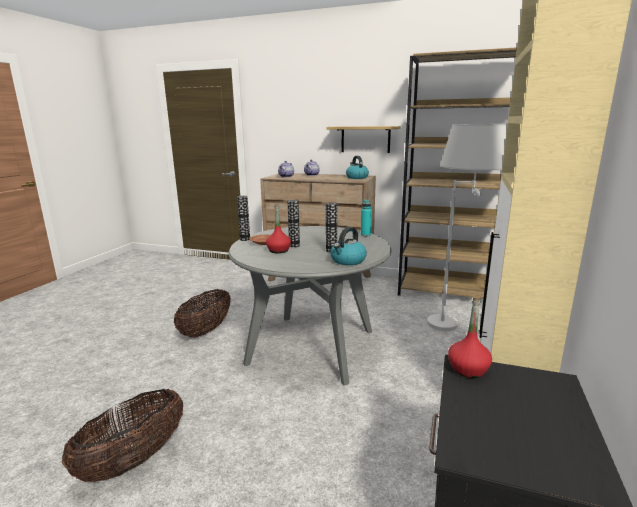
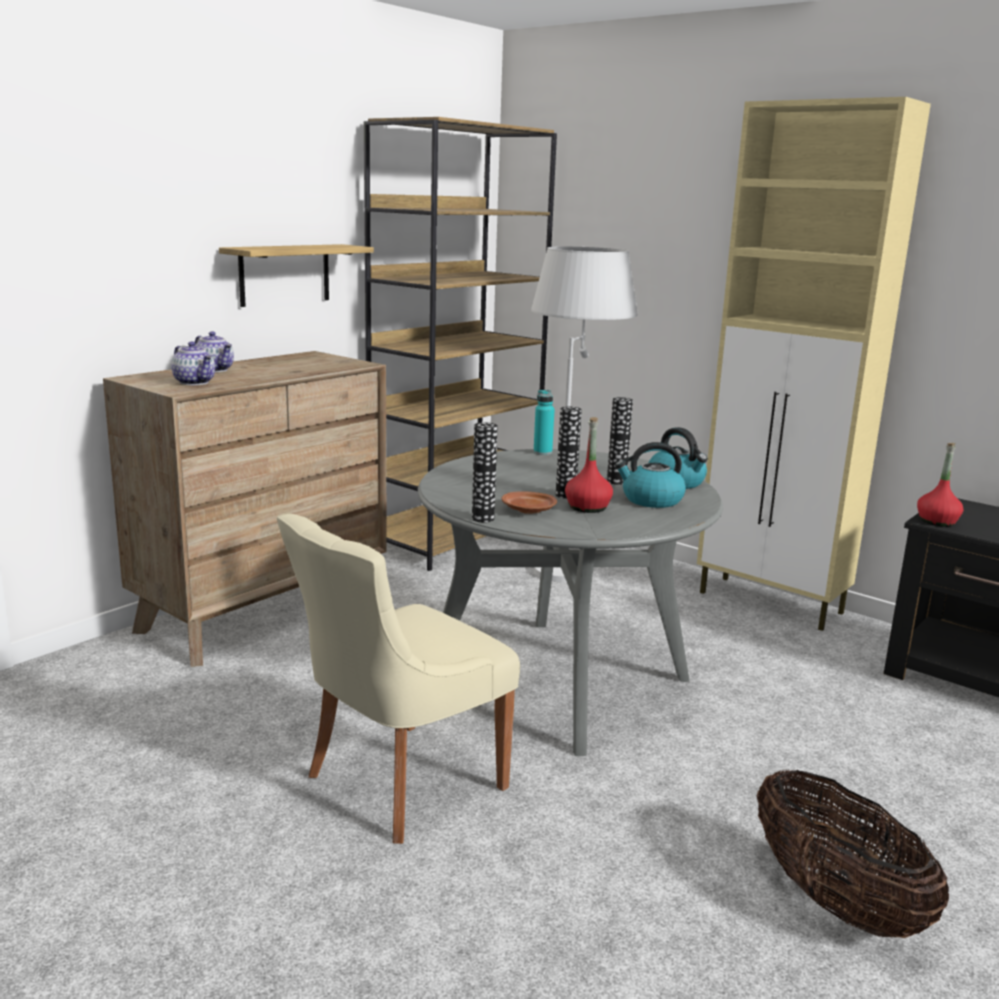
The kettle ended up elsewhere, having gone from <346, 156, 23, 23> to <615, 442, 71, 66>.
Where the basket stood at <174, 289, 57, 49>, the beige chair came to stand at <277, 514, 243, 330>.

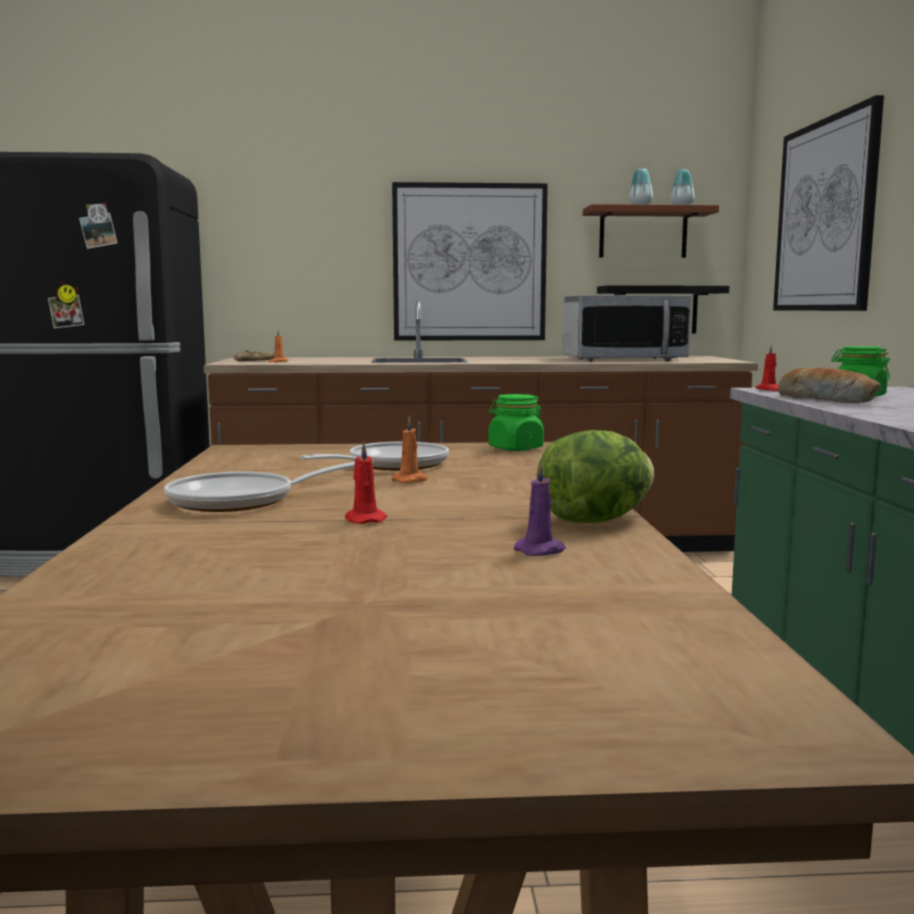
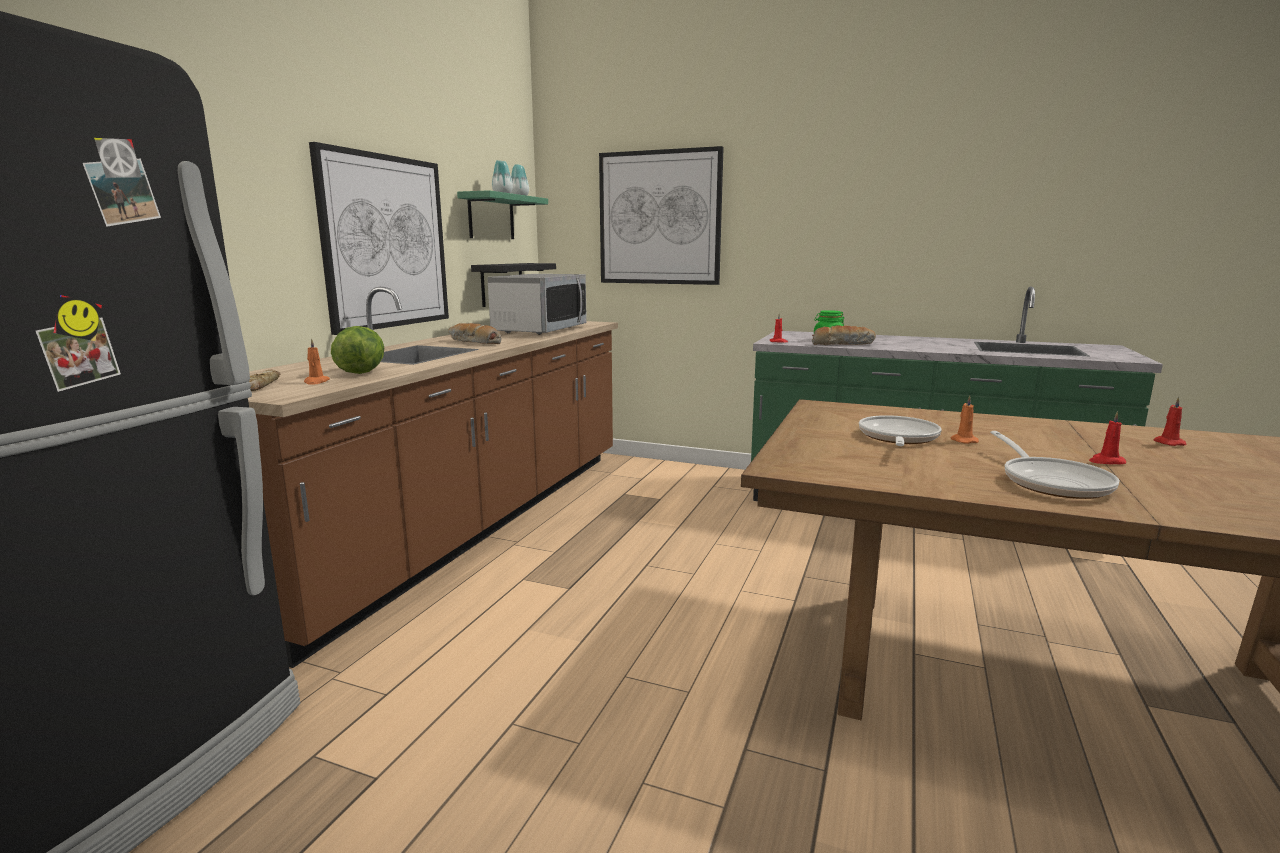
What was the brown shelf at <583, 204, 136, 54> turned into the green shelf at <457, 190, 91, 49>.
The second view lost the green jar at <488, 394, 56, 57>.
The lettuce ended up elsewhere, having gone from <537, 430, 118, 93> to <331, 326, 53, 48>.
The frying pan at <300, 441, 149, 30> ended up facing another way, 45 degrees clockwise from before.
What was the purple candle at <514, 462, 52, 94> turned into the red candle at <1154, 397, 33, 49>.
The second view gained the bread at <448, 323, 54, 21>.

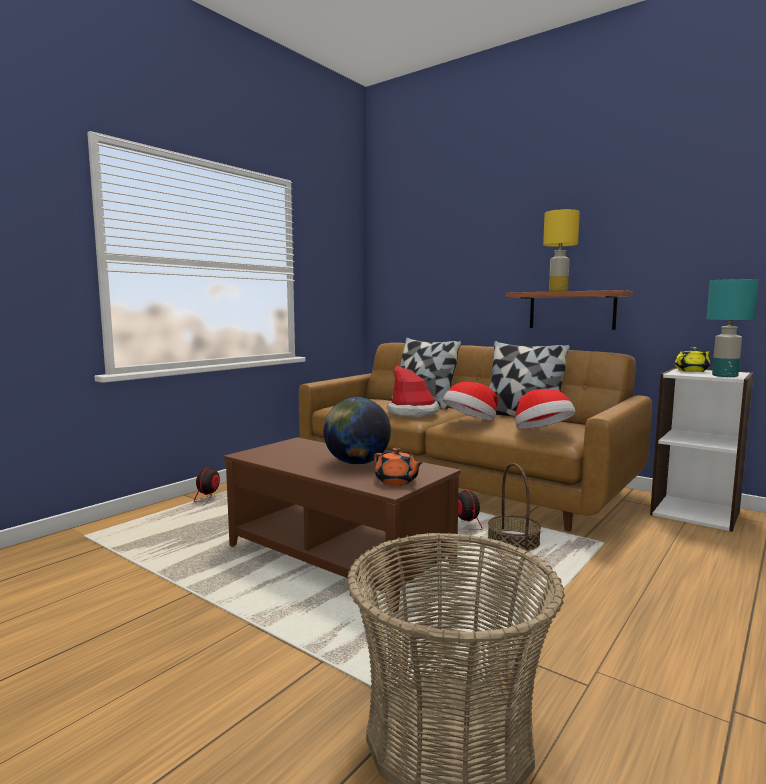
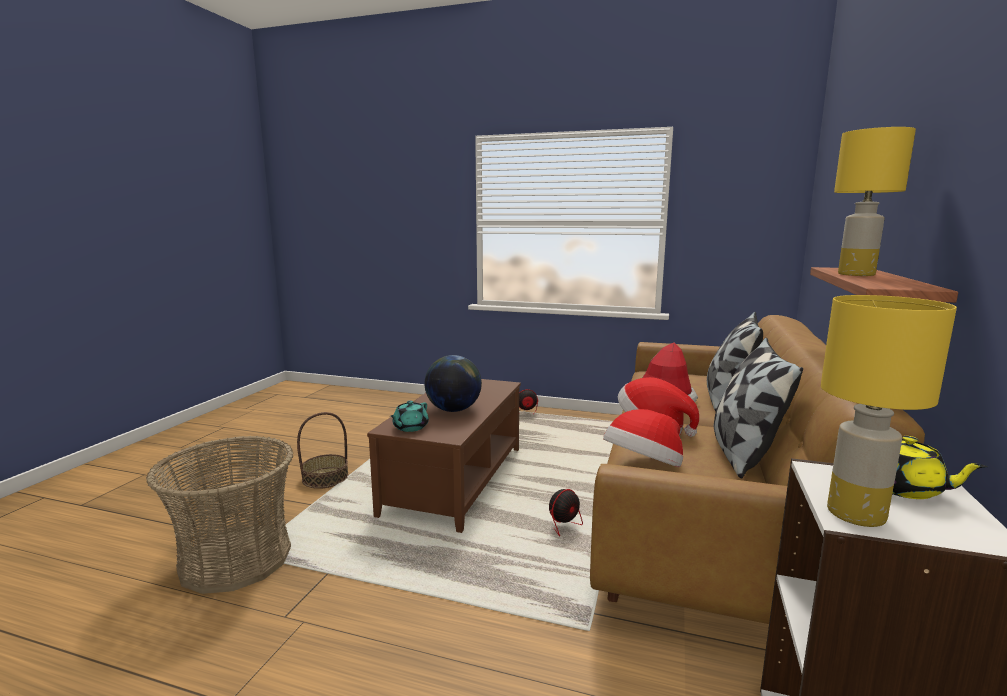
What was the turquoise table lamp at <707, 279, 52, 98> turned into the yellow table lamp at <821, 295, 136, 232>.
What was the orange teapot at <374, 448, 49, 37> turned into the turquoise teapot at <390, 401, 39, 31>.
The basket ended up elsewhere, having gone from <488, 463, 53, 88> to <297, 412, 52, 77>.

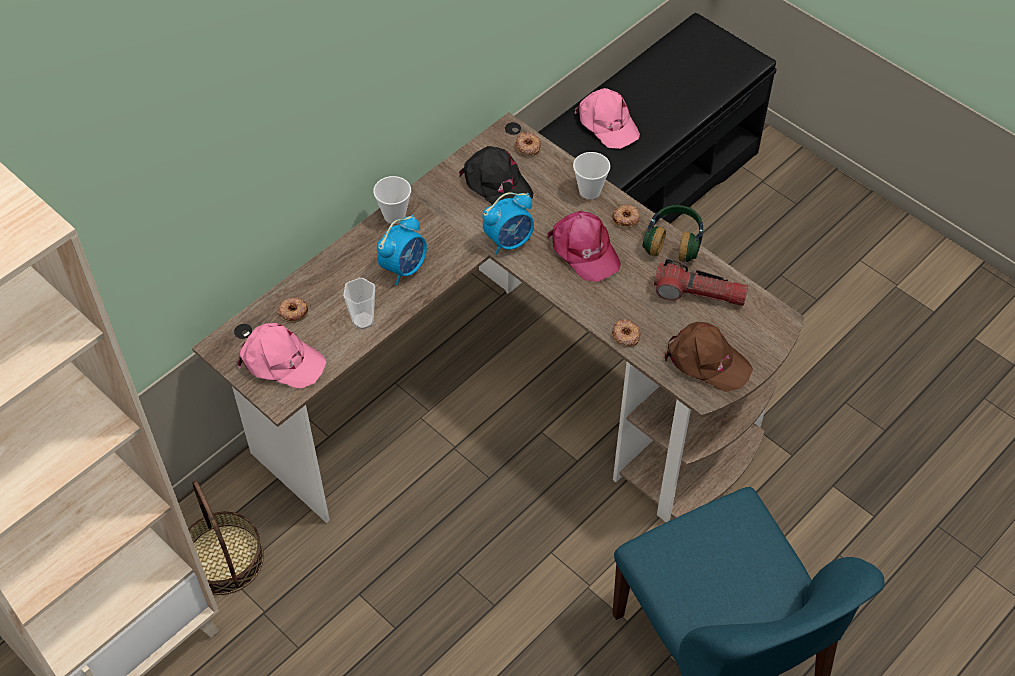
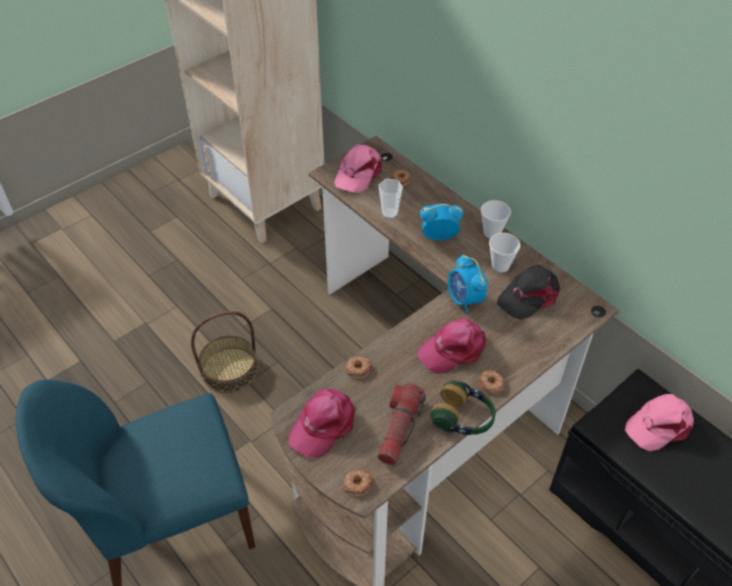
The donut ended up elsewhere, having gone from <515, 132, 26, 24> to <343, 469, 30, 27>.
The cup ended up elsewhere, having gone from <573, 152, 37, 47> to <489, 233, 32, 39>.
The alarm clock at <377, 215, 50, 70> ended up facing another way, 135 degrees clockwise from before.
What was the brown cap at <665, 322, 88, 70> turned into the pink cap at <289, 388, 66, 70>.
The basket ended up elsewhere, having gone from <188, 480, 76, 115> to <191, 311, 67, 82>.

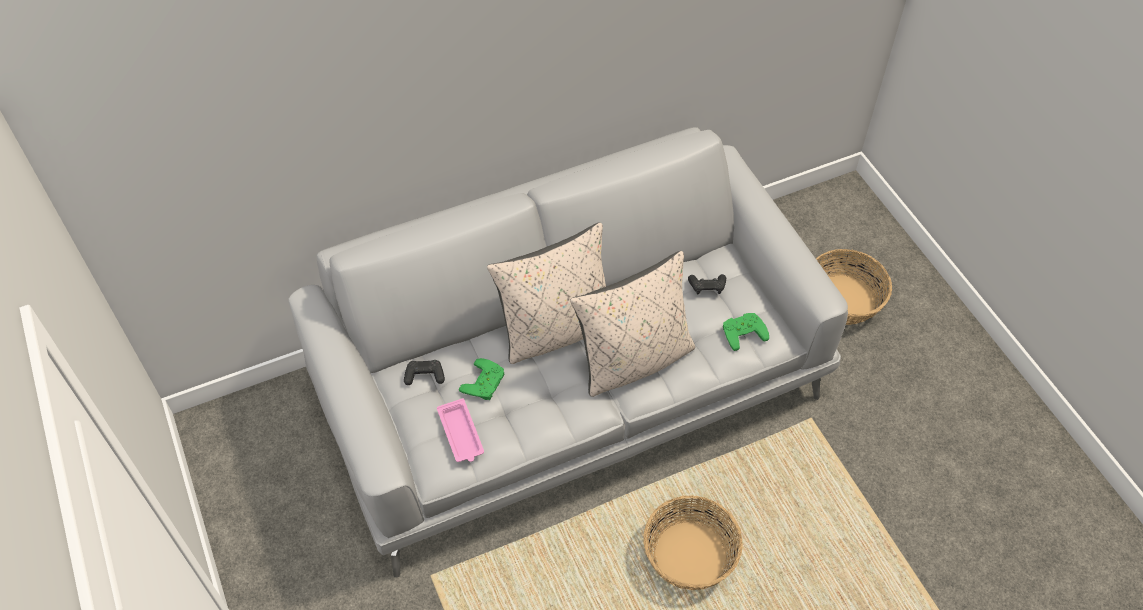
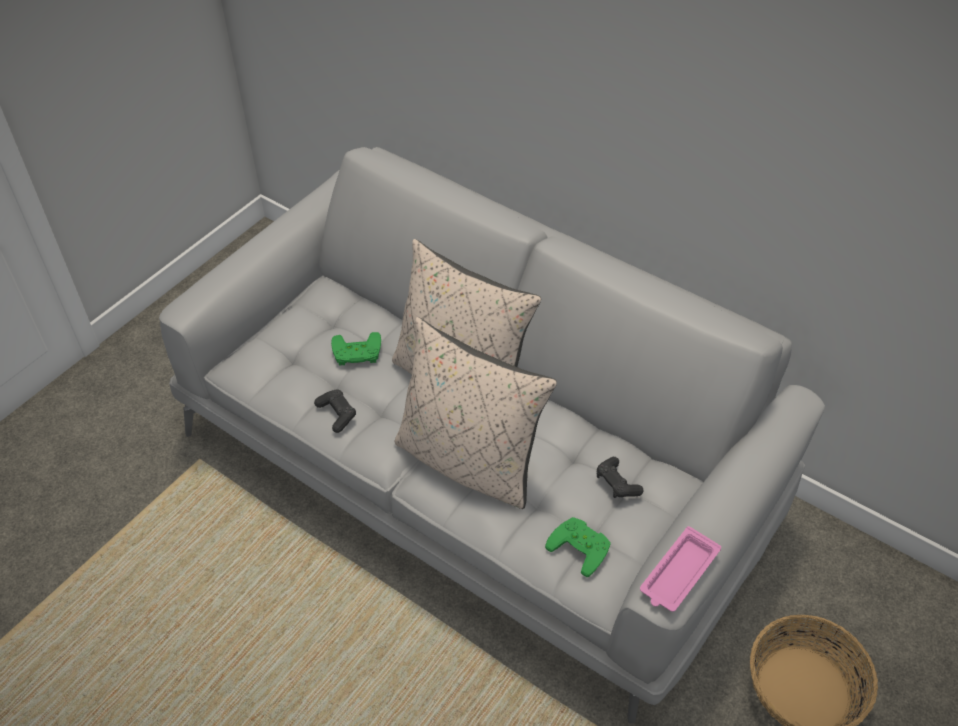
The black game controller ended up elsewhere, having gone from <404, 360, 41, 25> to <314, 389, 42, 44>.
The pink tray ended up elsewhere, having gone from <437, 398, 47, 64> to <640, 526, 81, 86>.
The second view lost the basket at <644, 496, 98, 94>.

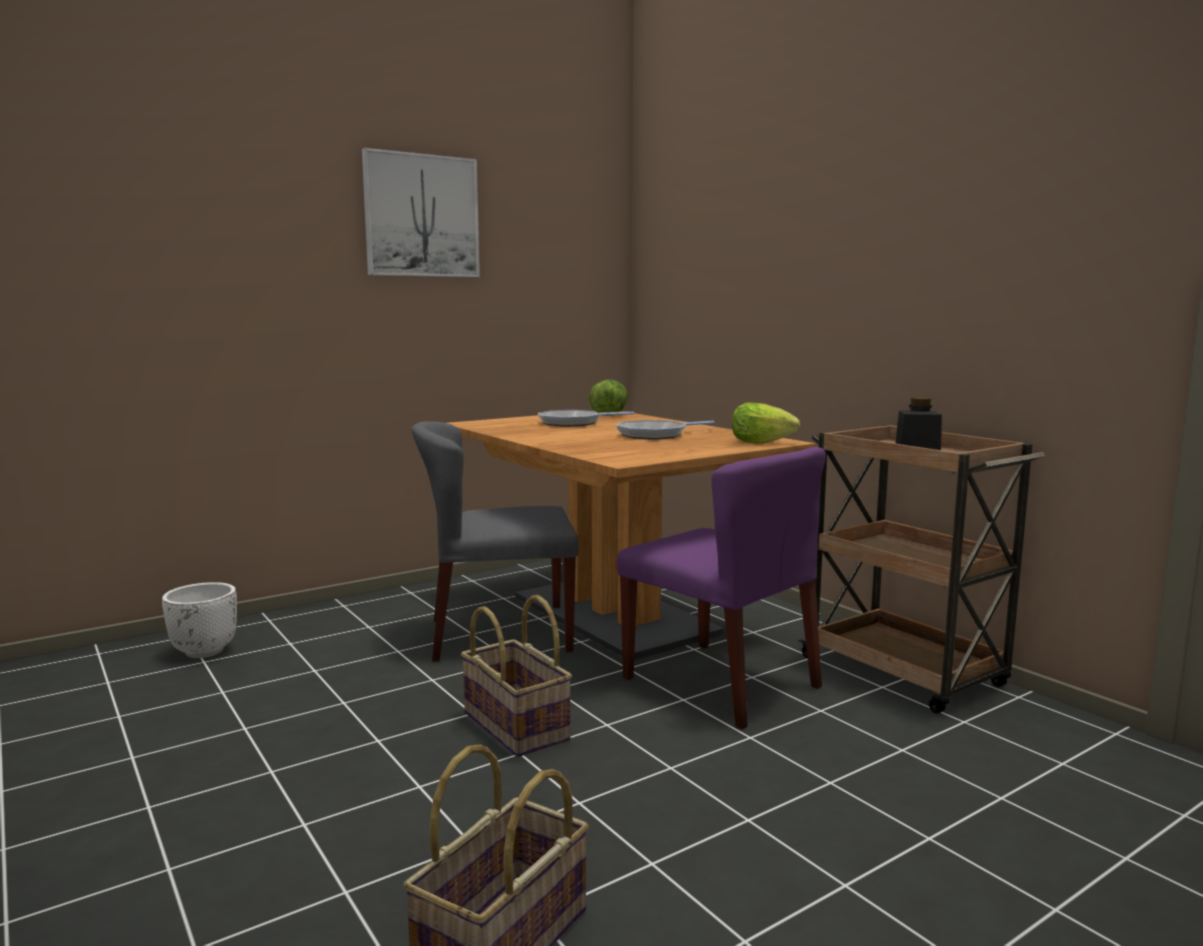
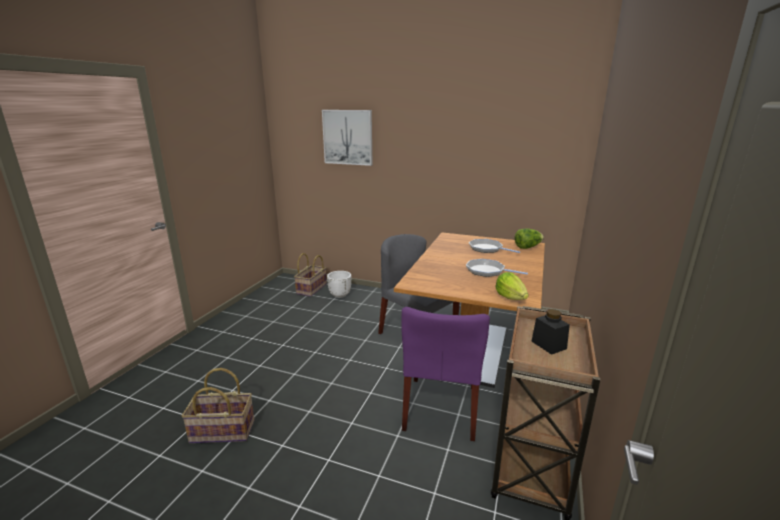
The picture ended up elsewhere, having gone from <362, 148, 118, 129> to <322, 110, 51, 56>.
The basket ended up elsewhere, having gone from <461, 595, 111, 162> to <294, 253, 33, 44>.

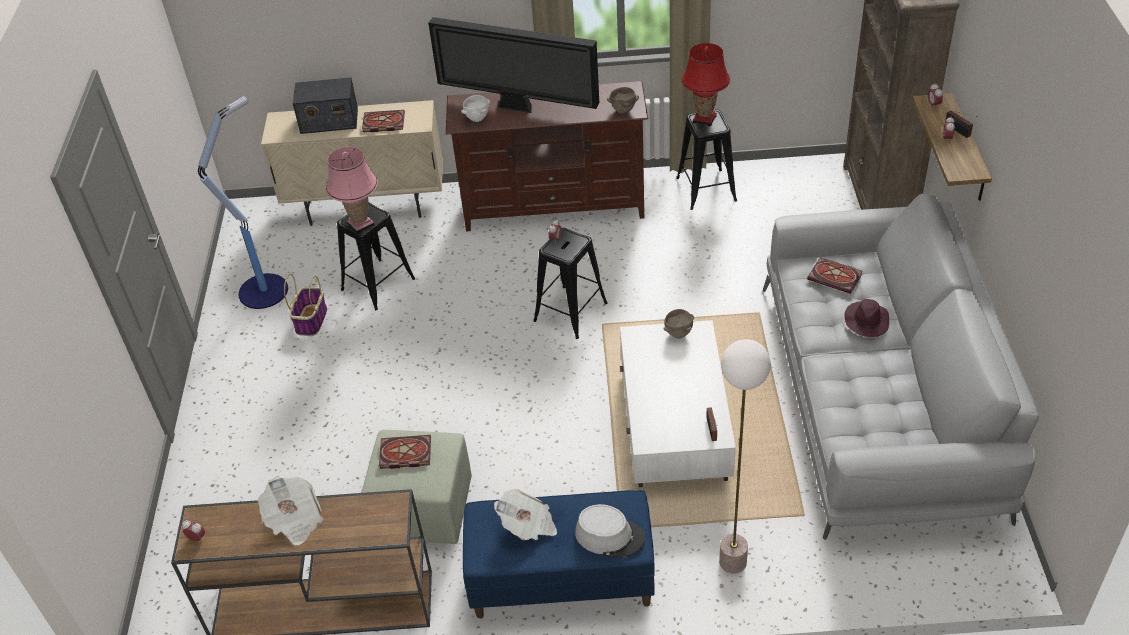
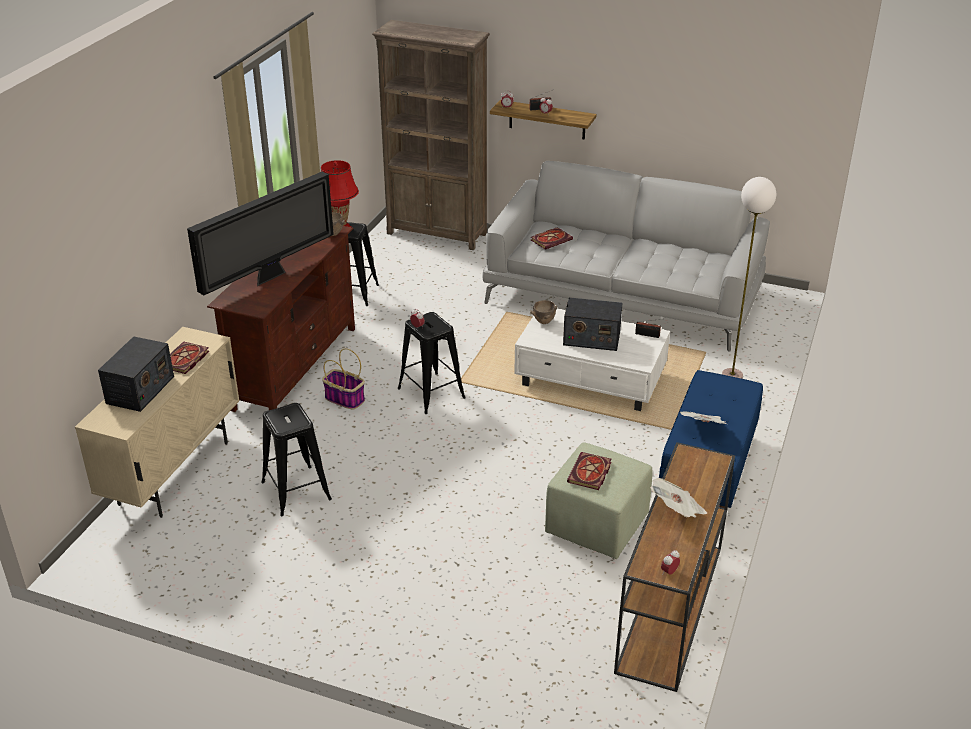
The second view lost the white bowl at <461, 95, 29, 27>.
The second view lost the floor lamp at <198, 96, 90, 213>.
The second view lost the pink table lamp at <326, 147, 52, 87>.
The basket ended up elsewhere, having gone from <284, 274, 43, 62> to <322, 348, 43, 62>.
The second view lost the purple hat at <844, 299, 45, 38>.
The second view lost the grey hat at <575, 504, 70, 54>.
The second view gained the radio at <563, 297, 59, 54>.

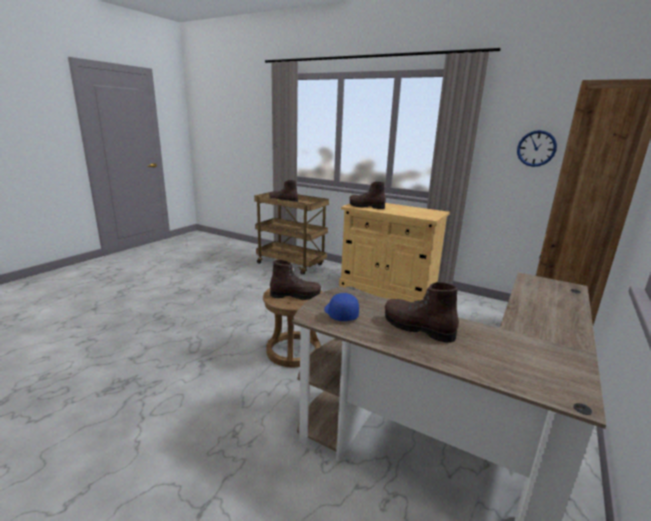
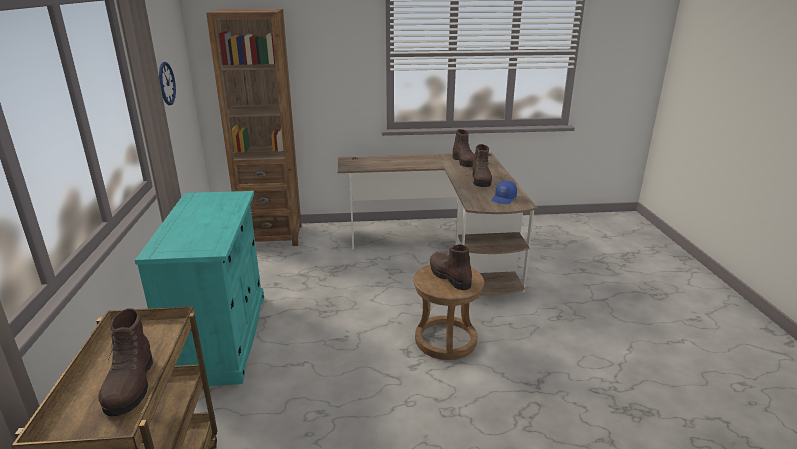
The brown boot ended up elsewhere, having gone from <349, 182, 37, 27> to <452, 129, 23, 38>.
What was the beige cabinet at <339, 203, 111, 99> turned into the turquoise cabinet at <135, 191, 129, 195>.

